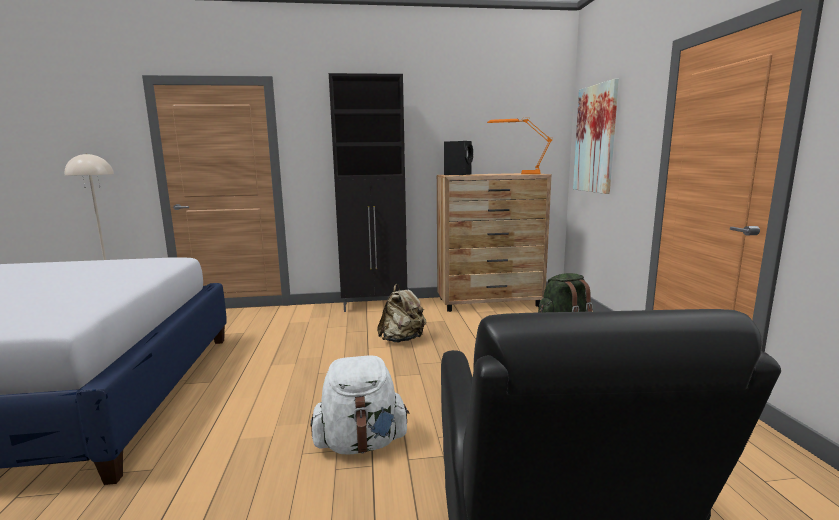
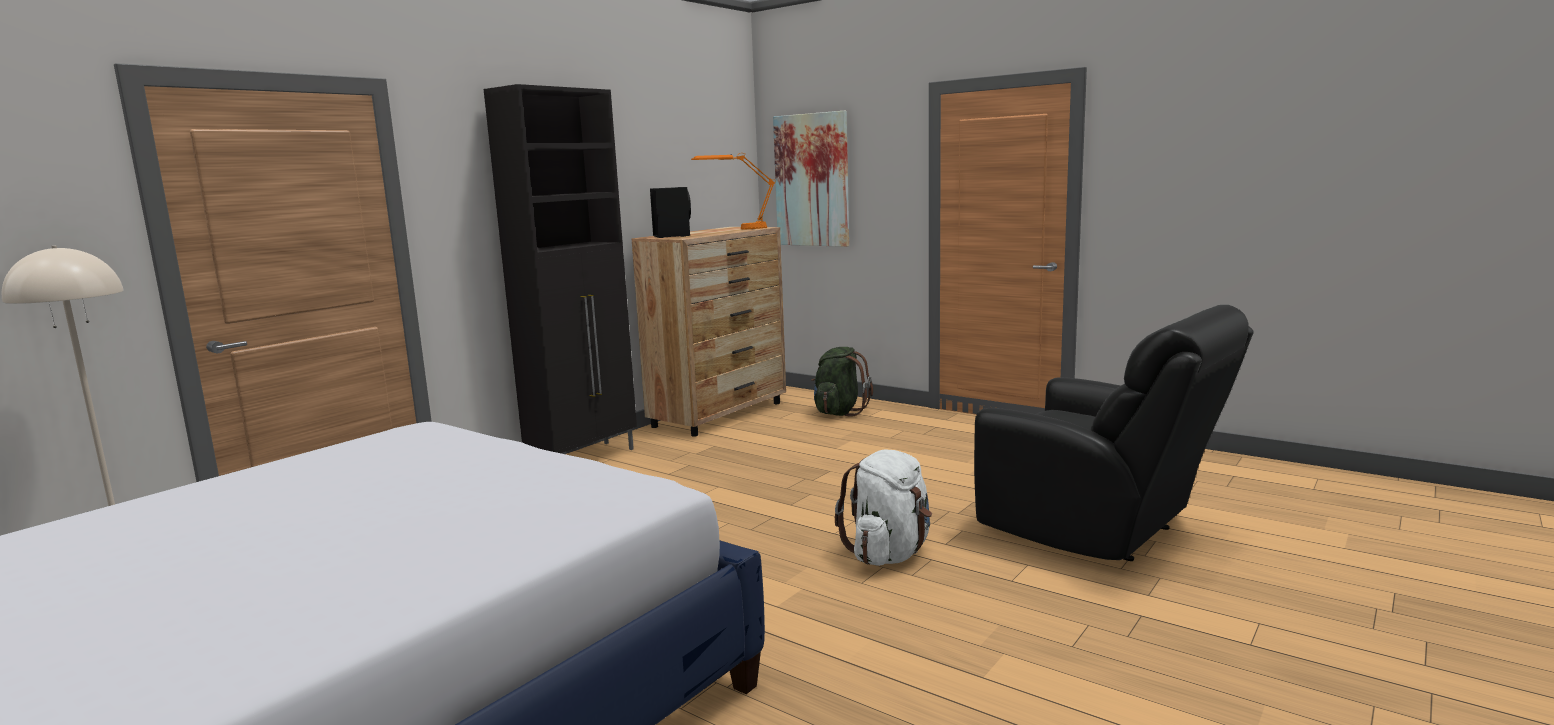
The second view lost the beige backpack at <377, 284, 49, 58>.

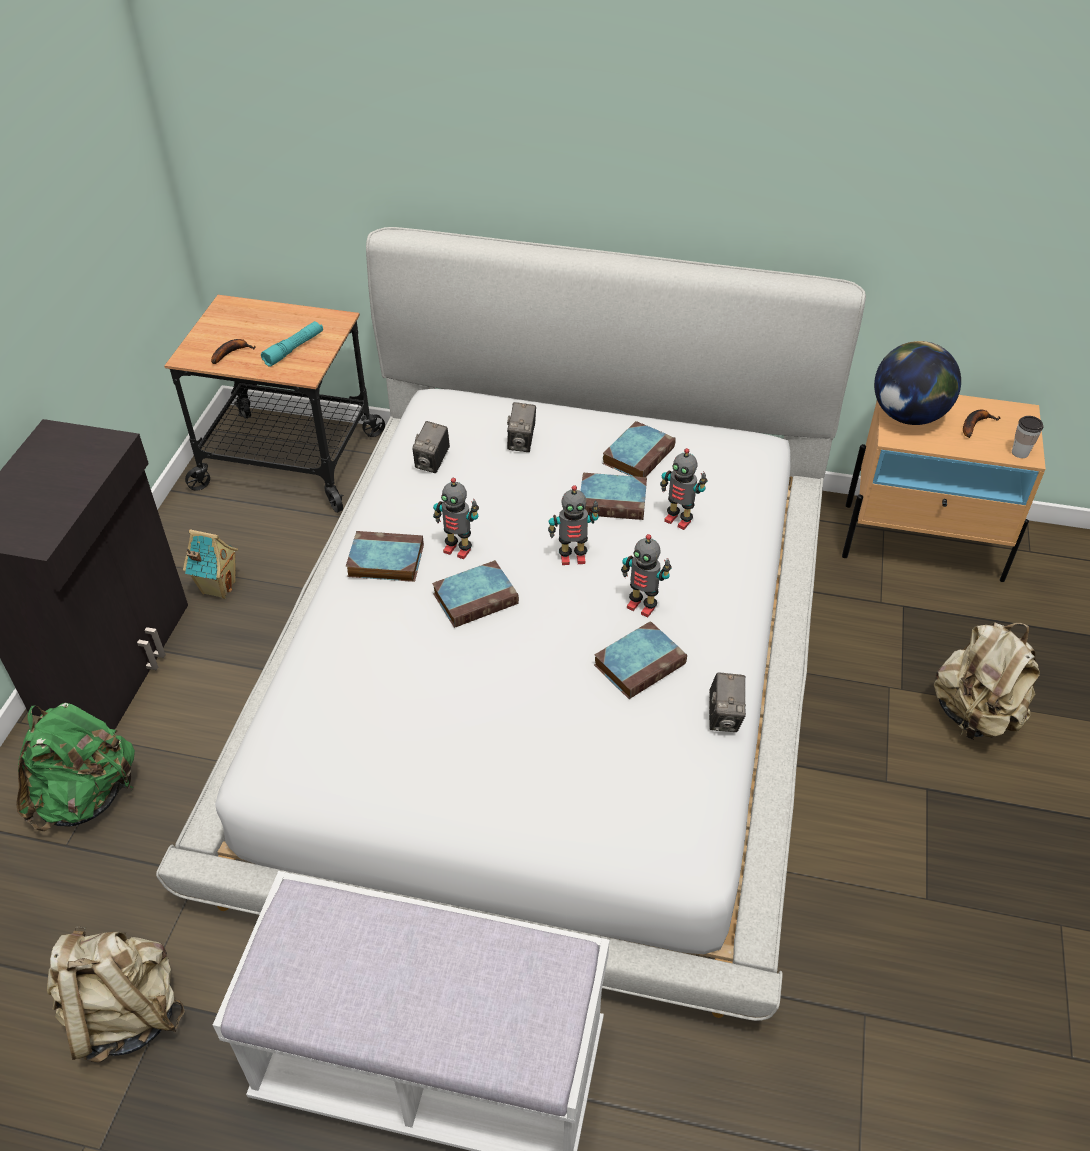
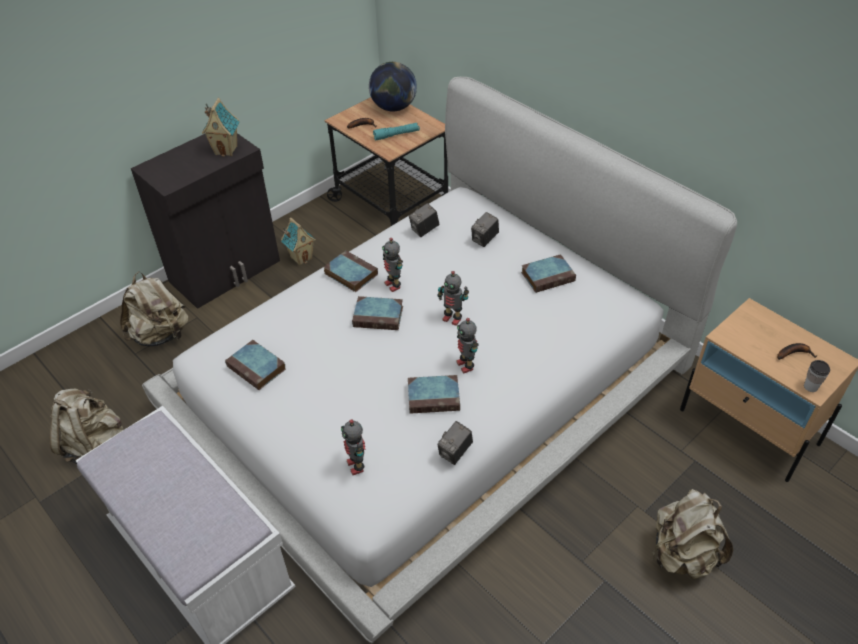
The globe ended up elsewhere, having gone from <874, 341, 87, 84> to <369, 62, 48, 49>.
The toy robot ended up elsewhere, having gone from <660, 448, 47, 82> to <341, 419, 25, 56>.
The book ended up elsewhere, having gone from <580, 473, 67, 47> to <225, 340, 61, 50>.
What was the green backpack at <16, 703, 119, 128> turned into the beige backpack at <120, 272, 69, 74>.
The second view gained the toy house at <202, 98, 38, 58>.

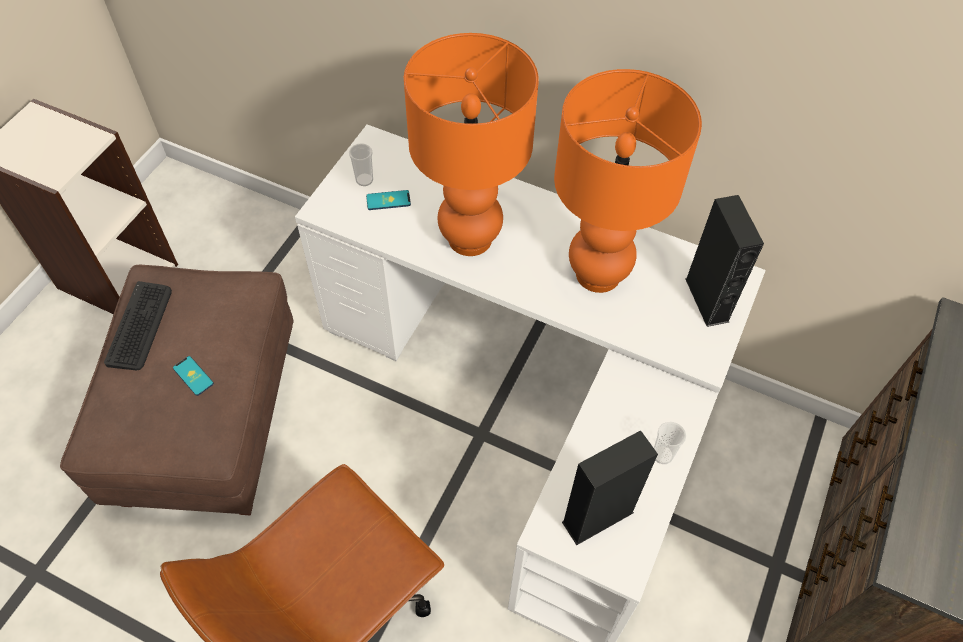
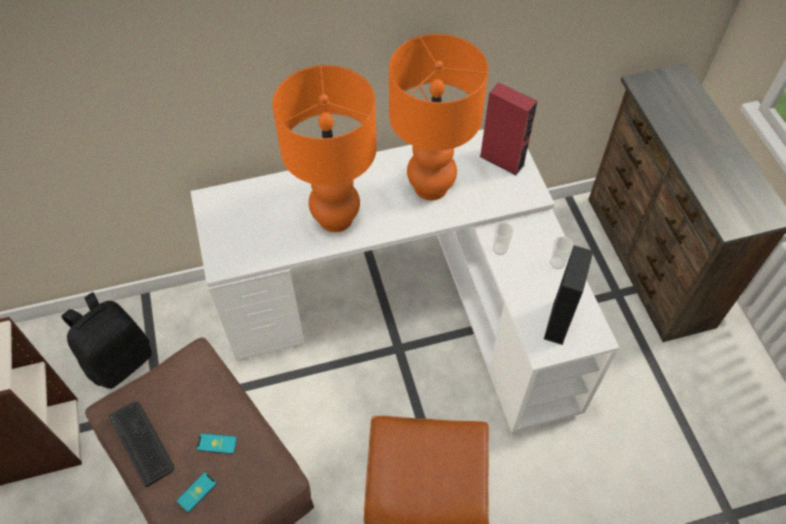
The cup ended up elsewhere, having gone from <349, 143, 24, 43> to <493, 222, 21, 33>.
The phone ended up elsewhere, having gone from <366, 190, 45, 20> to <177, 472, 40, 41>.
What was the black speaker at <685, 195, 79, 132> turned into the red speaker at <479, 82, 58, 93>.
The second view gained the black backpack at <61, 292, 91, 97>.

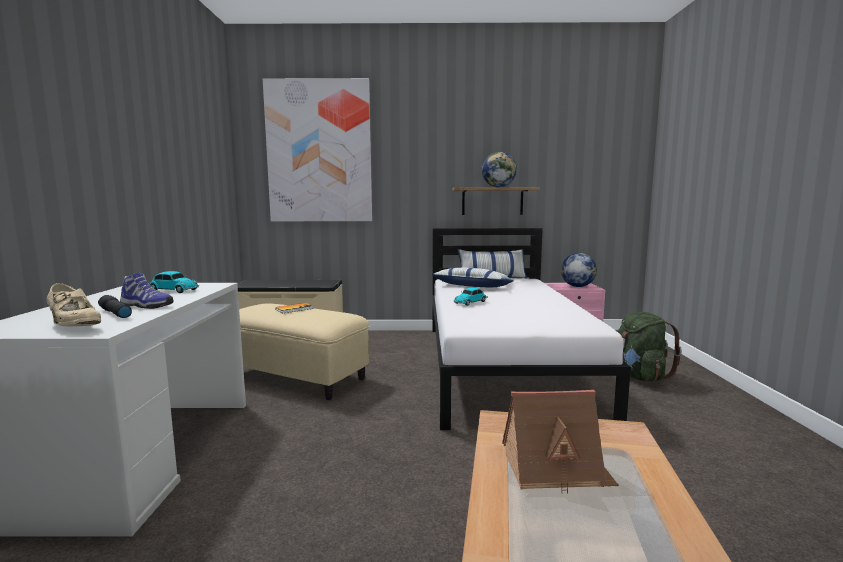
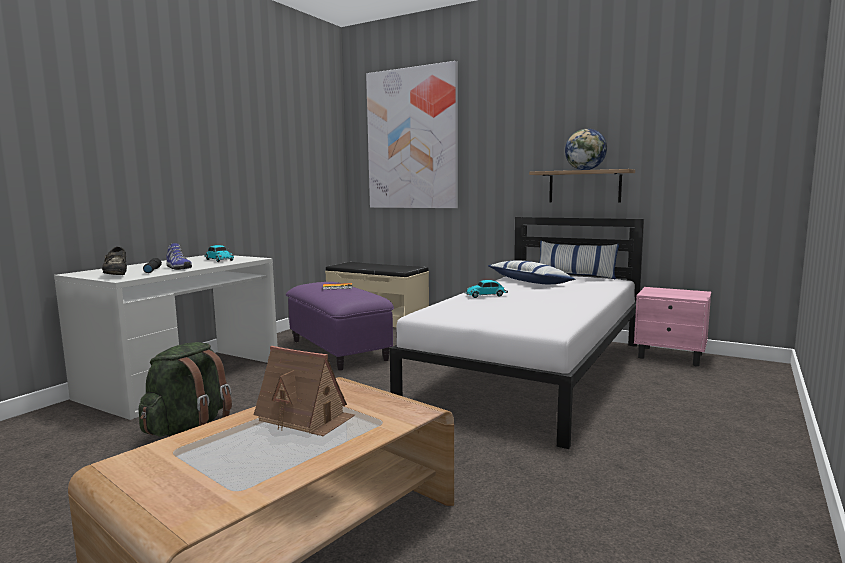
The second view lost the globe at <561, 253, 36, 34>.
What was the beige shoe at <47, 283, 54, 43> turned into the black shoe at <102, 247, 25, 28>.
What was the beige ottoman at <239, 303, 131, 97> turned into the purple ottoman at <286, 282, 108, 88>.
The green backpack ended up elsewhere, having gone from <618, 312, 64, 69> to <139, 342, 93, 95>.

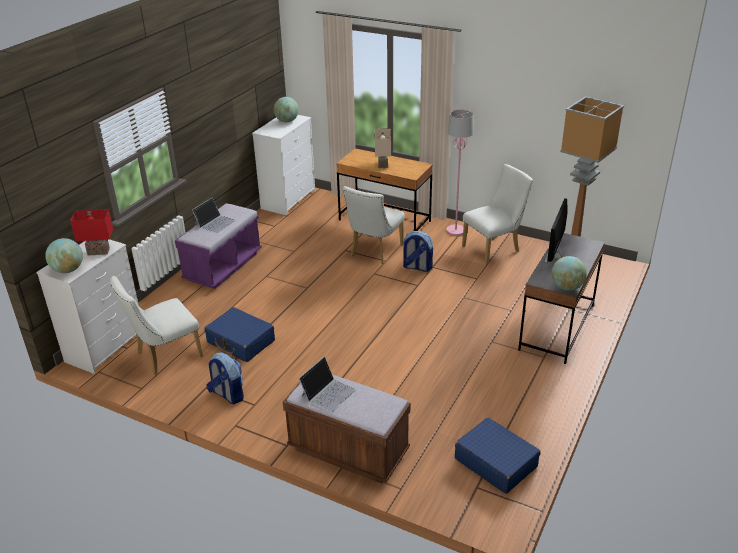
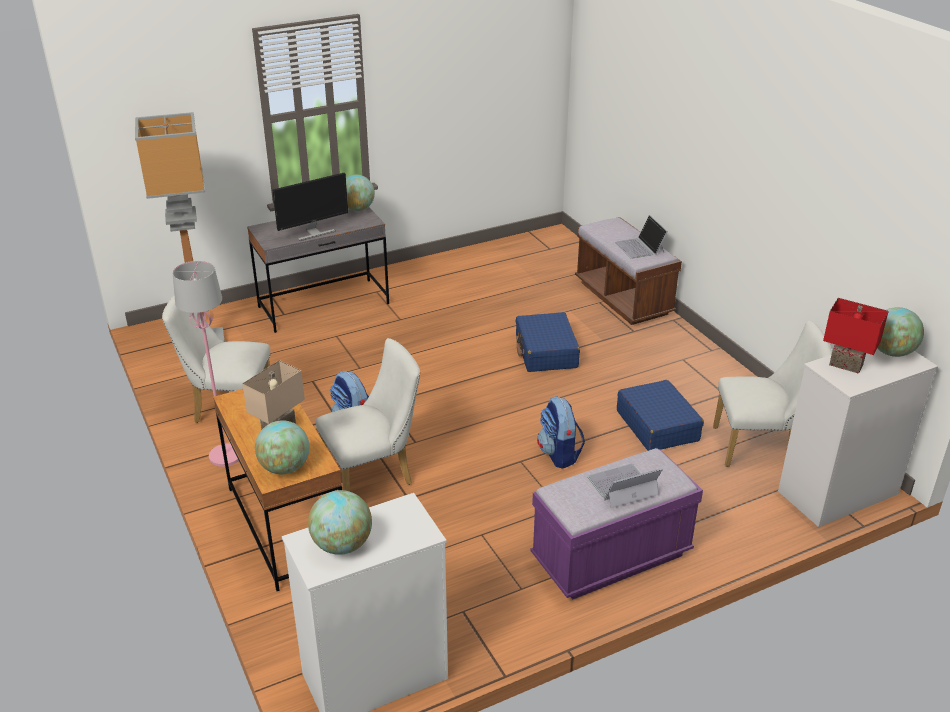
The backpack ended up elsewhere, having gone from <206, 353, 38, 51> to <537, 396, 48, 73>.
The laptop at <299, 357, 56, 55> ended up facing another way, 90 degrees counterclockwise from before.
The blue suitcase ended up elsewhere, having gone from <455, 417, 85, 77> to <516, 312, 64, 60>.
The second view gained the globe at <255, 420, 55, 54>.

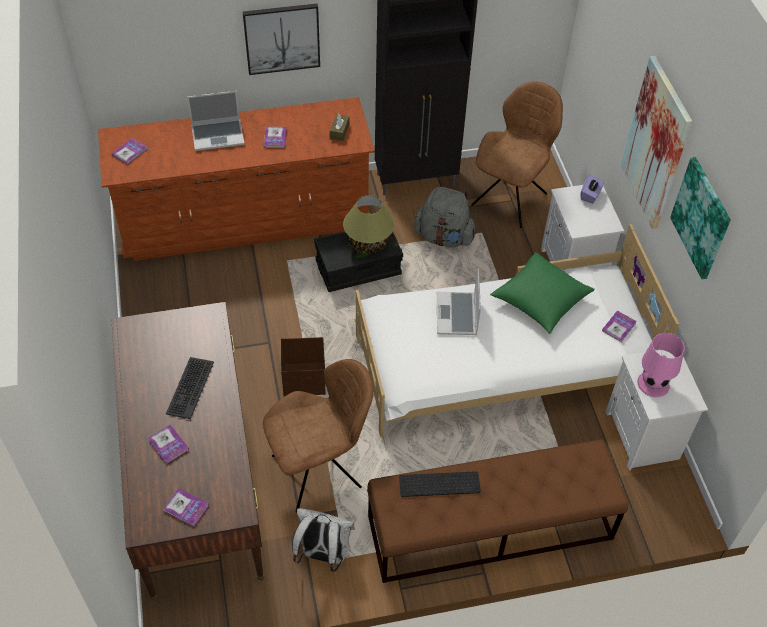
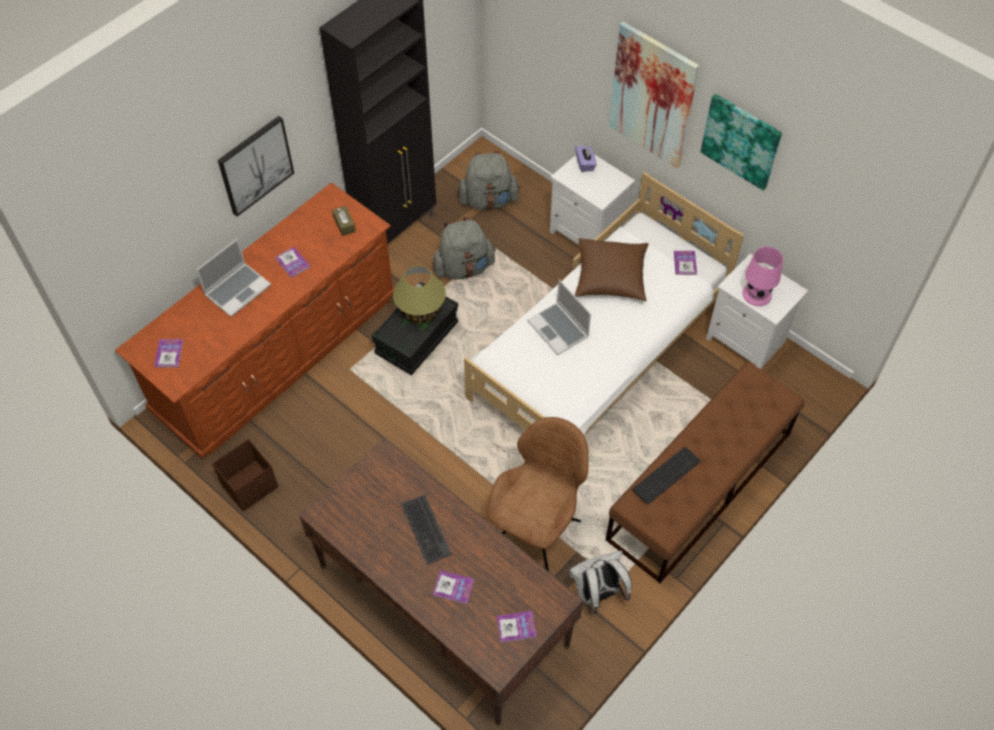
Where the brown chair stood at <471, 82, 92, 146>, the grey backpack came to stand at <458, 151, 63, 59>.
What was the green pillow at <490, 252, 105, 82> turned into the brown pillow at <575, 238, 73, 63>.
The brown storage box ended up elsewhere, having gone from <281, 337, 45, 59> to <212, 439, 66, 73>.

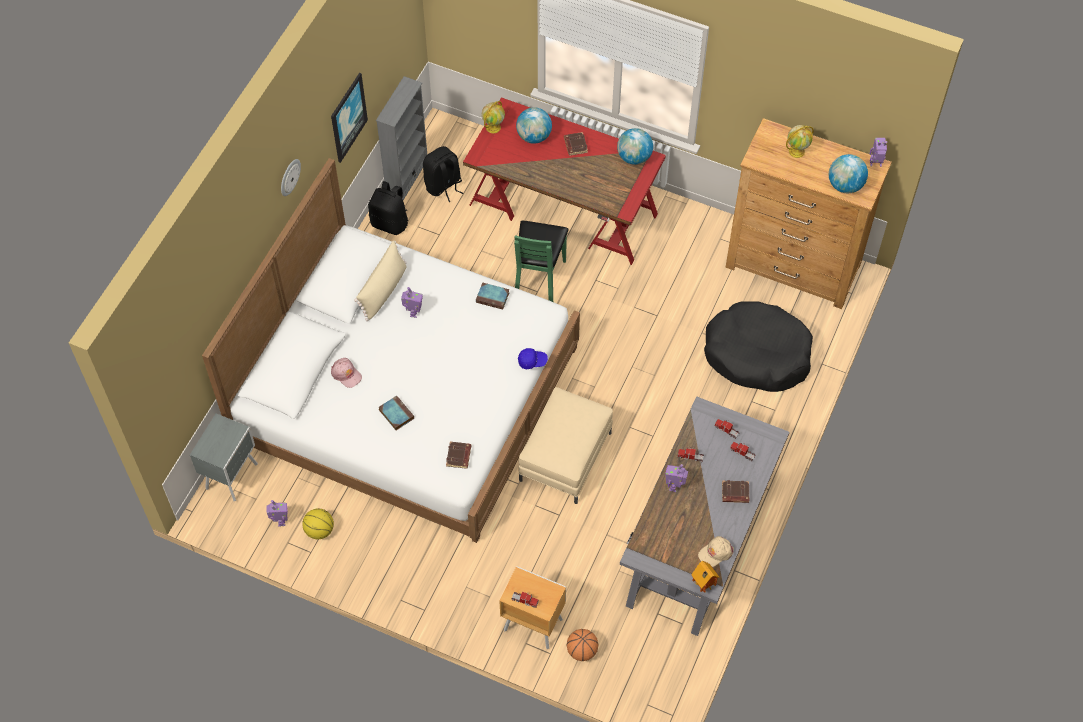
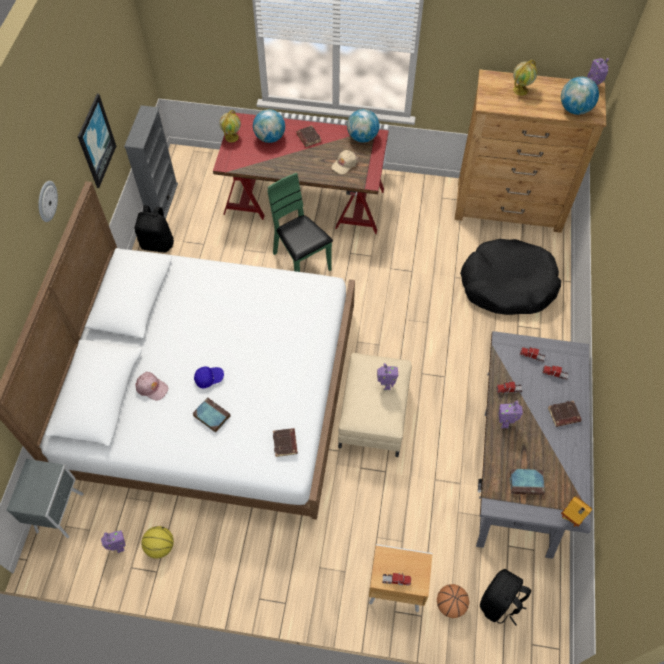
The black backpack ended up elsewhere, having gone from <423, 146, 40, 56> to <480, 569, 51, 57>.
The green chair at <514, 221, 54, 81> ended up facing another way, 150 degrees clockwise from before.
The second view lost the beige pillow at <354, 241, 53, 80>.
The book ended up elsewhere, having gone from <476, 282, 33, 28> to <509, 469, 36, 26>.
The toy robot ended up elsewhere, having gone from <401, 287, 22, 31> to <377, 363, 21, 27>.
The blue cap ended up elsewhere, having gone from <518, 348, 30, 21> to <194, 367, 30, 21>.
The beige cap ended up elsewhere, having gone from <698, 536, 36, 31> to <331, 150, 27, 24>.

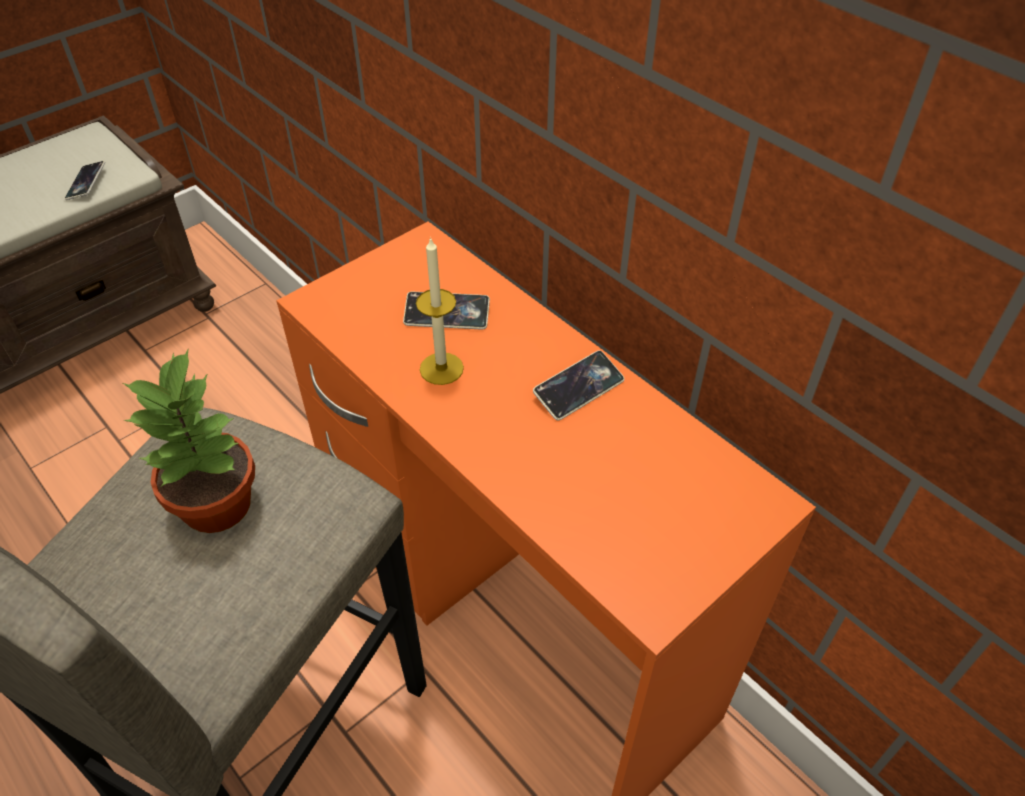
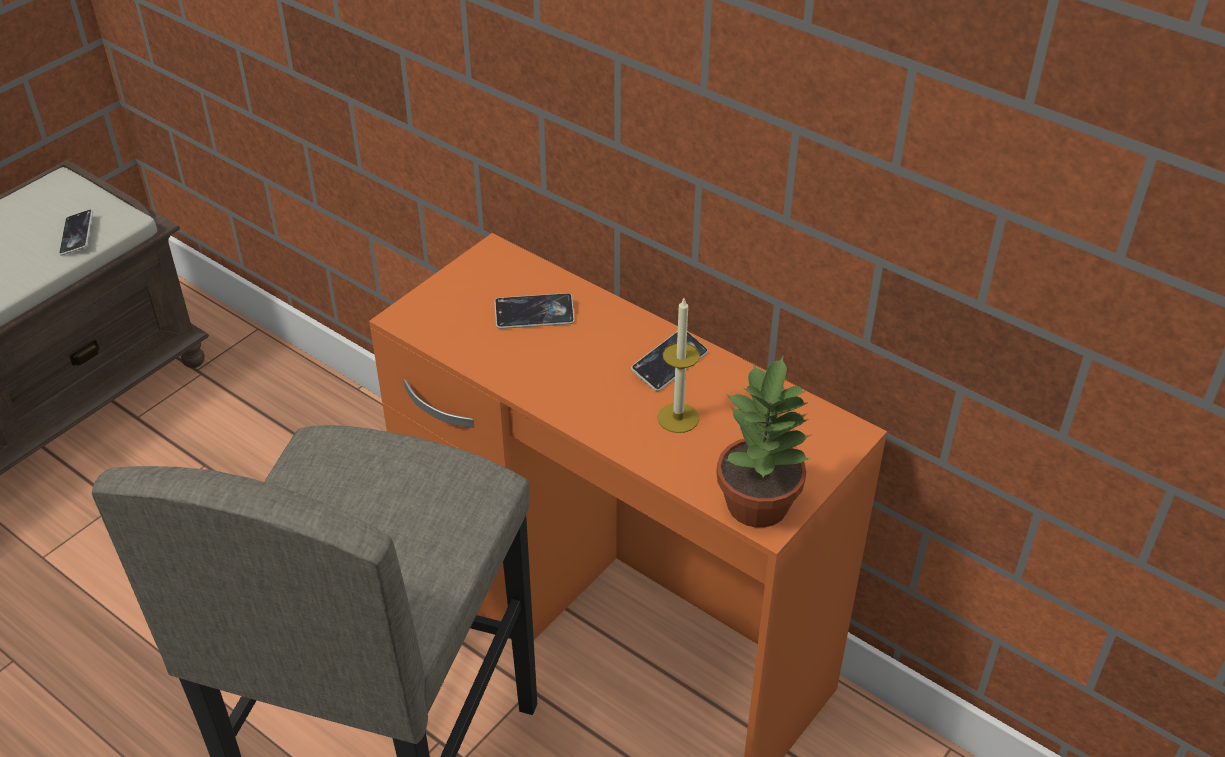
The candle ended up elsewhere, having gone from <416, 237, 48, 148> to <657, 298, 43, 135>.
The potted plant ended up elsewhere, having gone from <123, 350, 132, 183> to <716, 356, 95, 172>.

